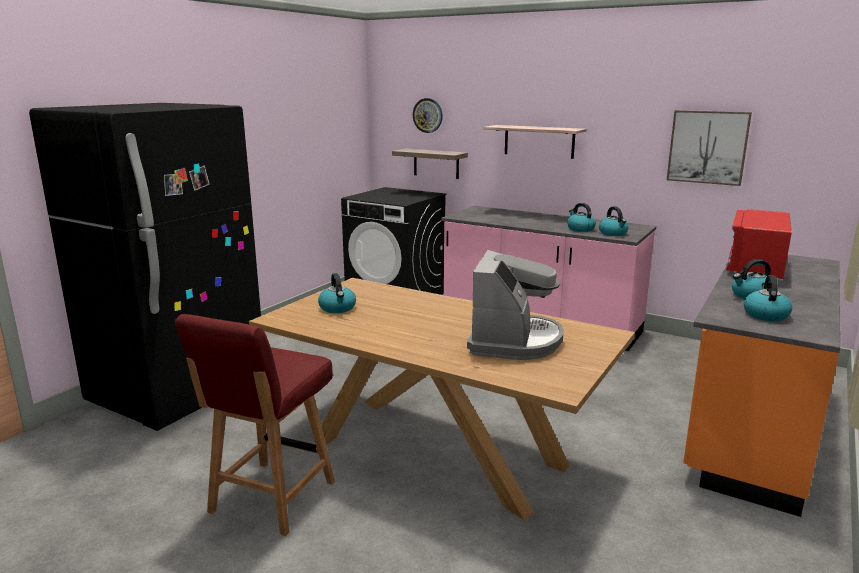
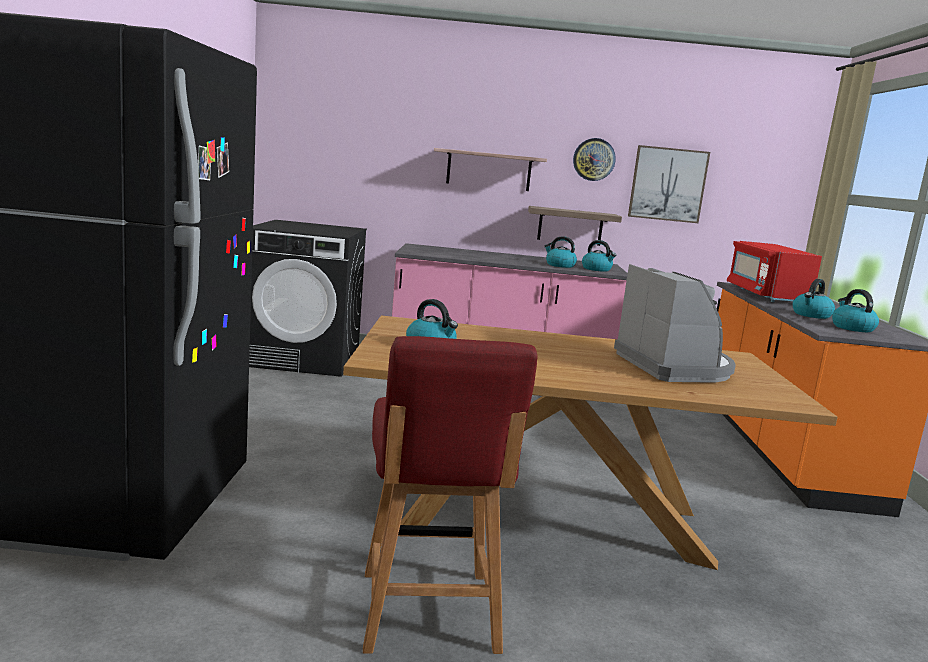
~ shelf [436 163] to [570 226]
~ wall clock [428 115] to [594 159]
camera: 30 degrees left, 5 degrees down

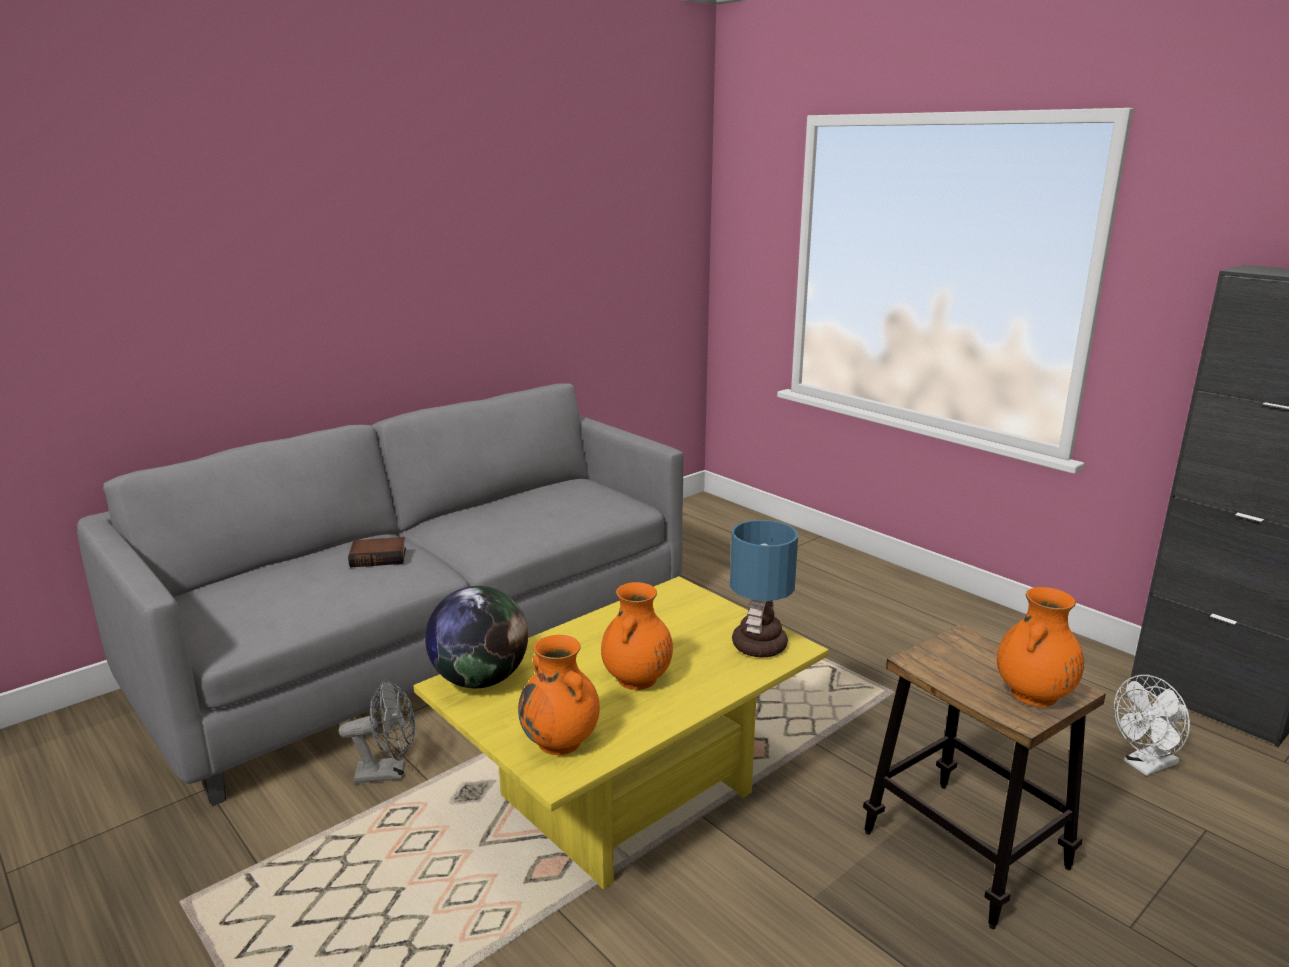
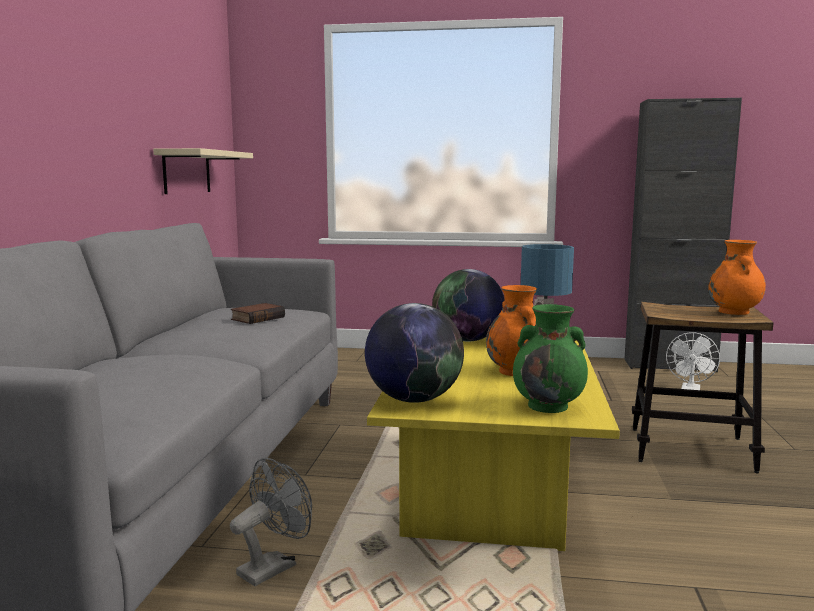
~ book [379 557] to [257 318]
~ orange vase [561 742] to green vase [549 406]
+ beige shelf [187 172]
+ globe [467 340]
camera: 40 degrees left, 10 degrees down

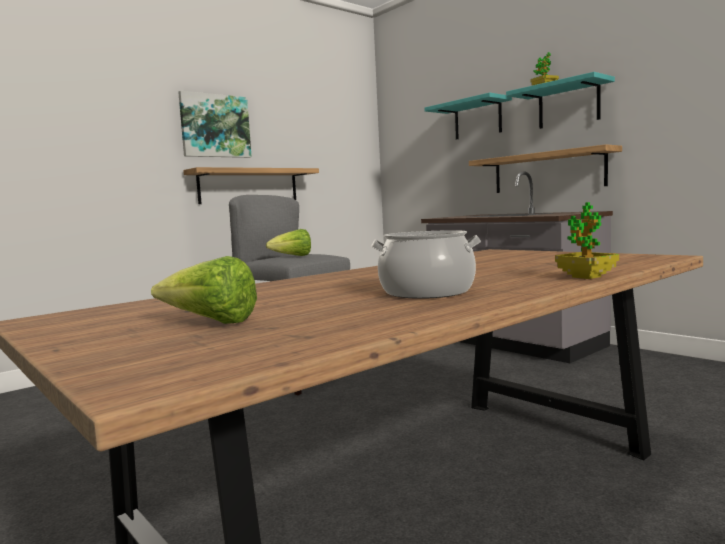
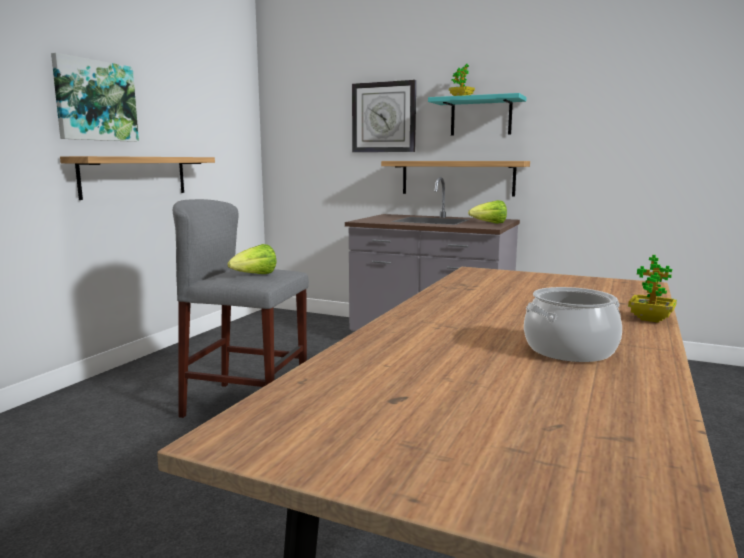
~ lettuce [211 323] to [489 223]
~ turquoise shelf [477 119] to wall clock [384 117]
camera: 25 degrees left, 5 degrees up

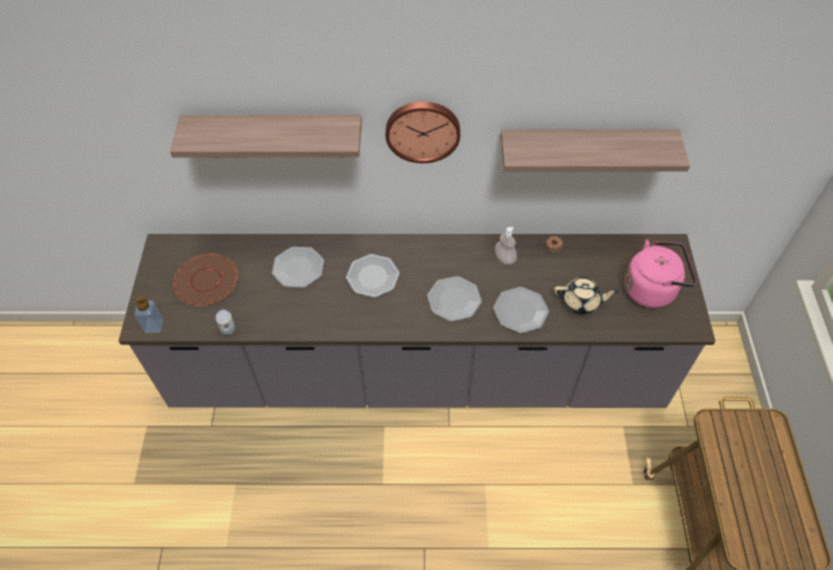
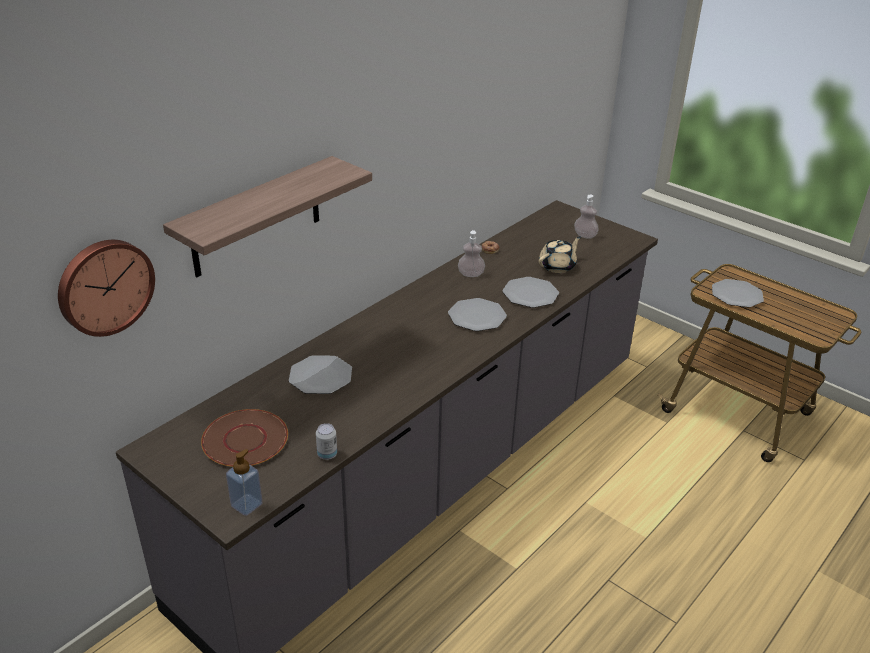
~ plate [373 276] to [736 294]
~ wall clock [422 130] to [104 286]
- shelf [585 149]
~ pink kettle [652 289] to soap dispenser [585 235]
camera: 50 degrees left, 20 degrees down

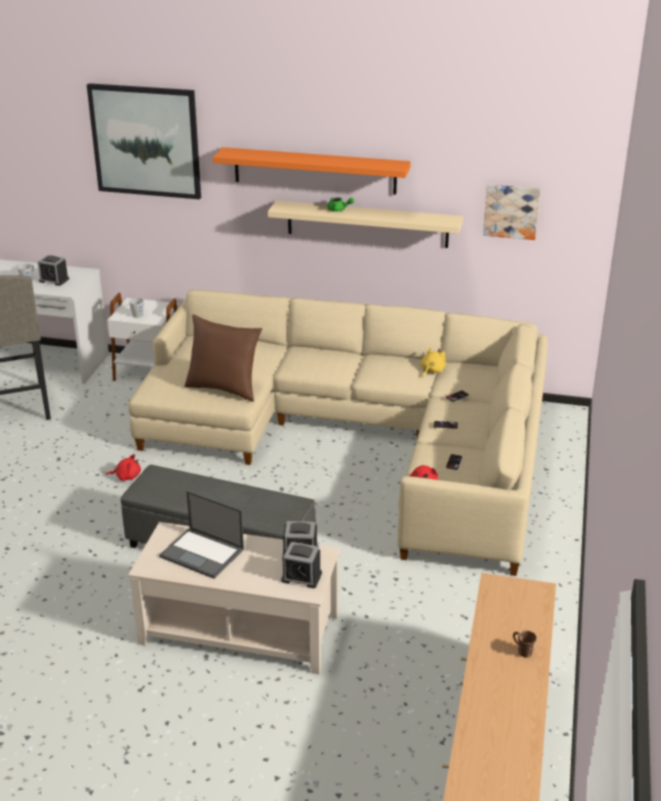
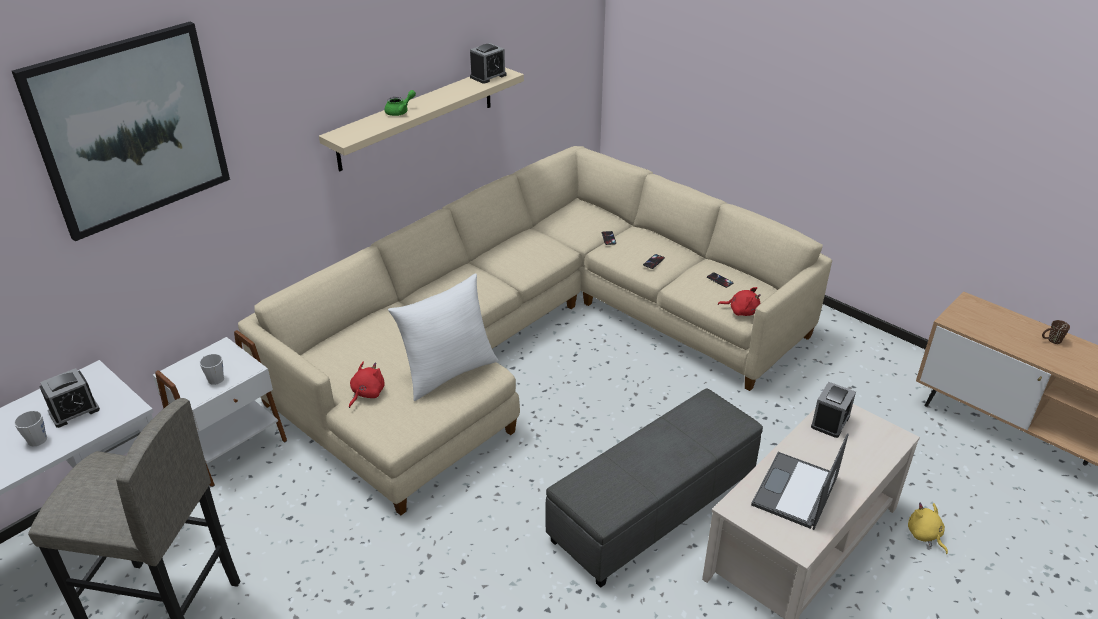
~ red plush toy [126 476] to [366 393]
~ laptop [203 553] = [795 491] 150 degrees clockwise
~ brown pillow [224 388] to white pillow [448 372]
- orange shelf [314 170]
~ alarm clock [301 577] to [488 76]
~ yellow plush toy [432 371] to [925 535]
- picture [511 211]
camera: 60 degrees left, 5 degrees up

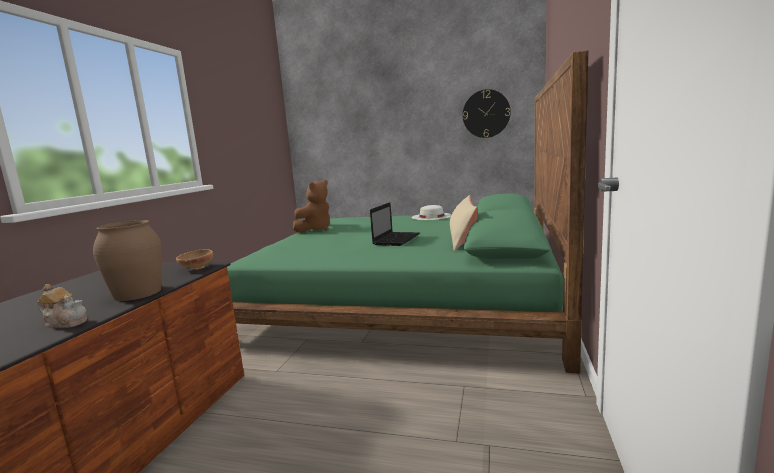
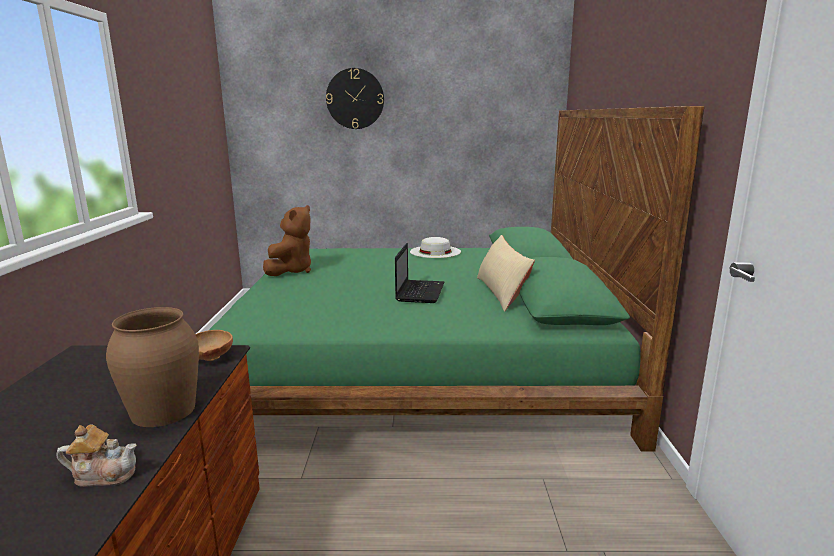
~ wall clock [486 114] to [355 99]
camera: 15 degrees left, 5 degrees up

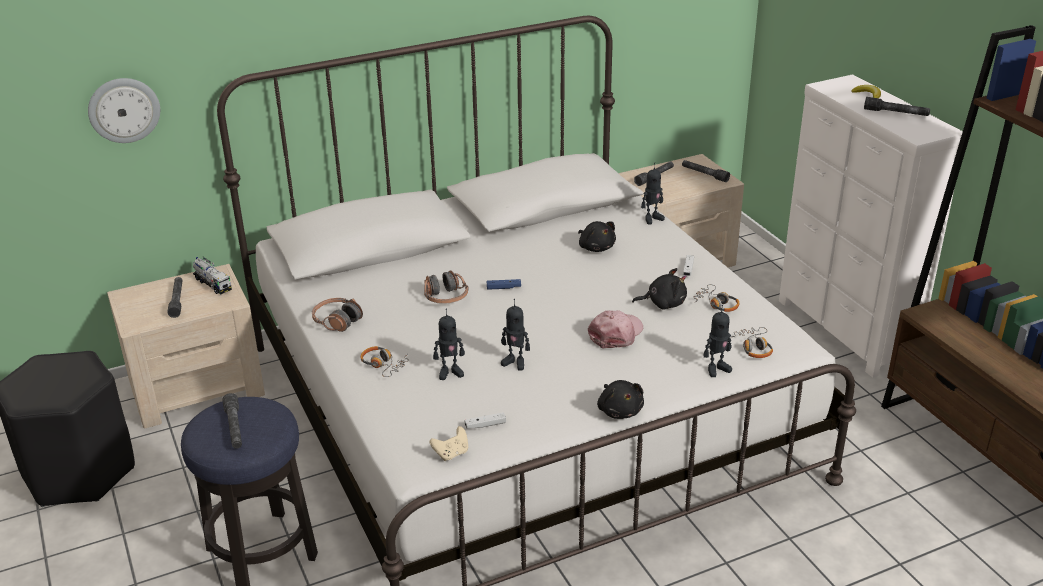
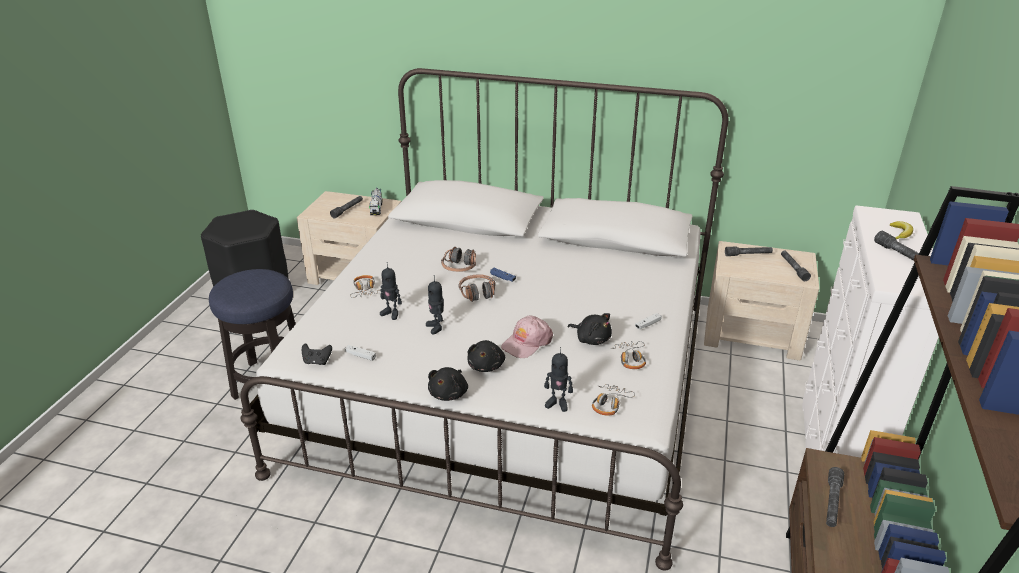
- wall clock [124 110]
~ grey flashlight [234 427] to [832 502]
~ headphones [337 321] to [477 293]
~ beige game controller [451 454] to black game controller [317 361]
~ black plush toy [596 247] to [486 365]
~ pink cap [616 334] = [527 342] 150 degrees clockwise
- toy robot [652 219]
camera: 40 degrees right, 0 degrees up

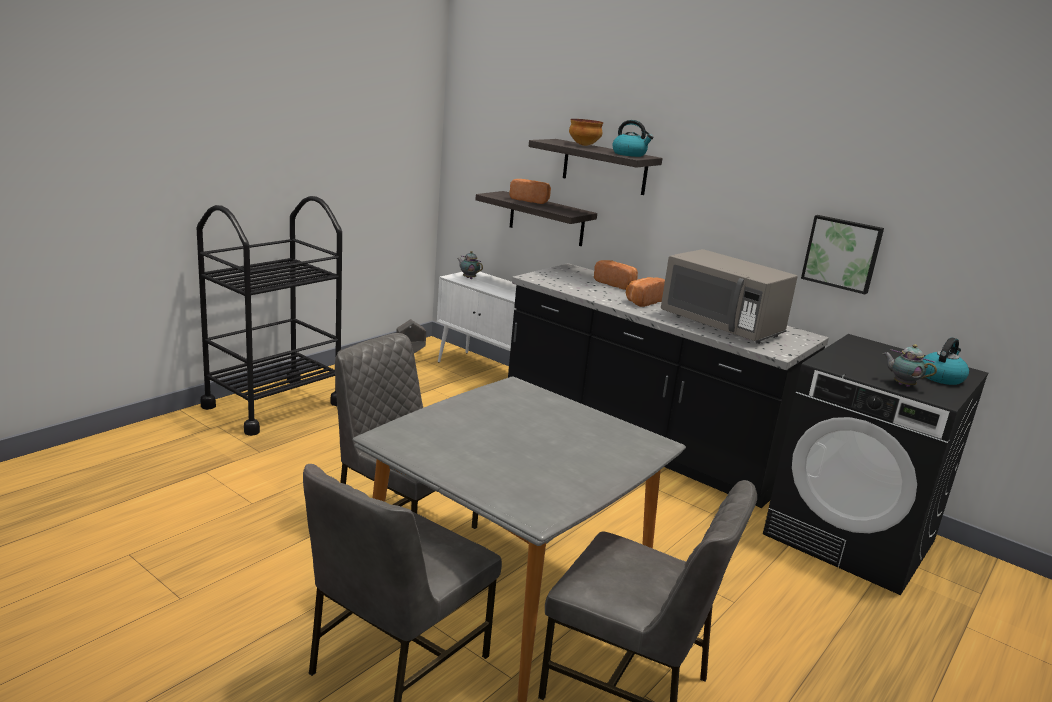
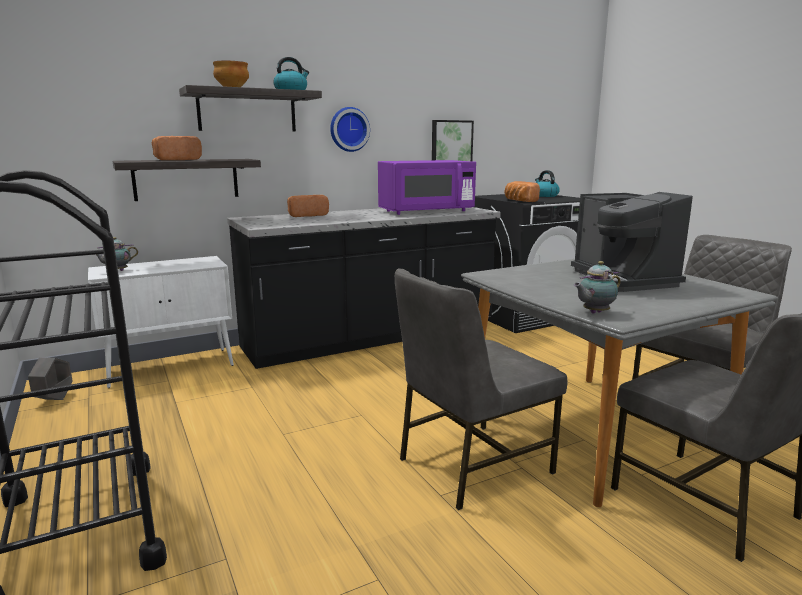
~ bread [642 301] to [519 201]
~ grey microwave [721 326] to purple microwave [426 211]
~ teapot [902 385] to [594 313]
+ wall clock [348 129]
+ coffee machine [622 280]
camera: 65 degrees left, 5 degrees down

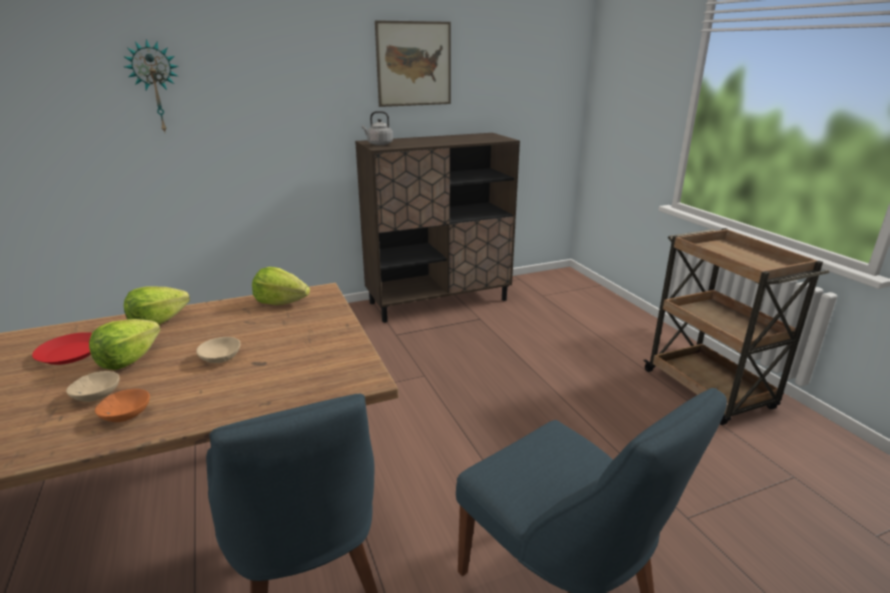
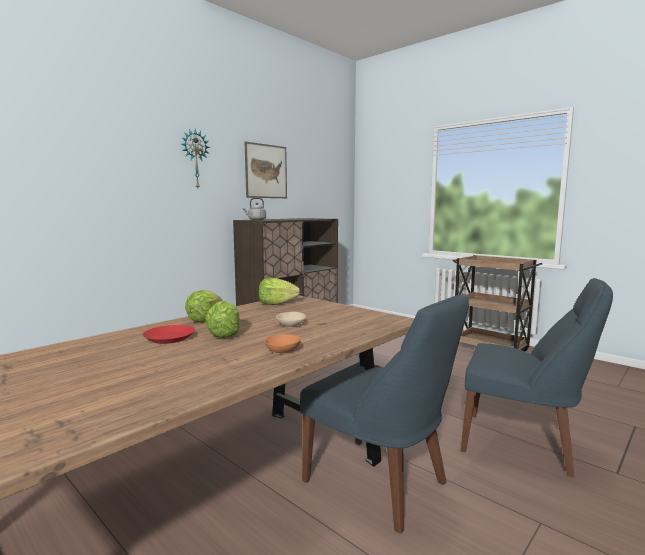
- beige bowl [97 395]
~ wall clock [156 87] to [195 159]
camera: 25 degrees left, 15 degrees down

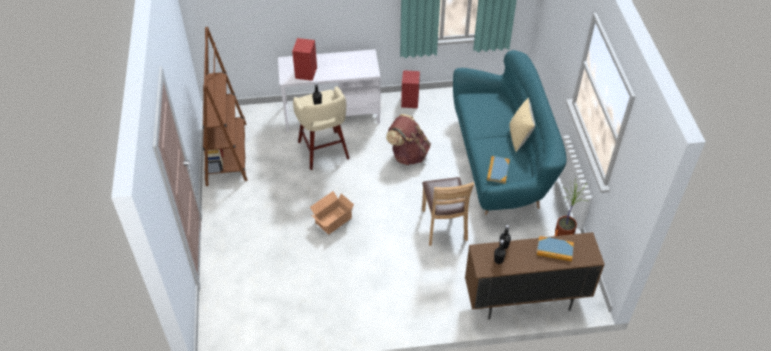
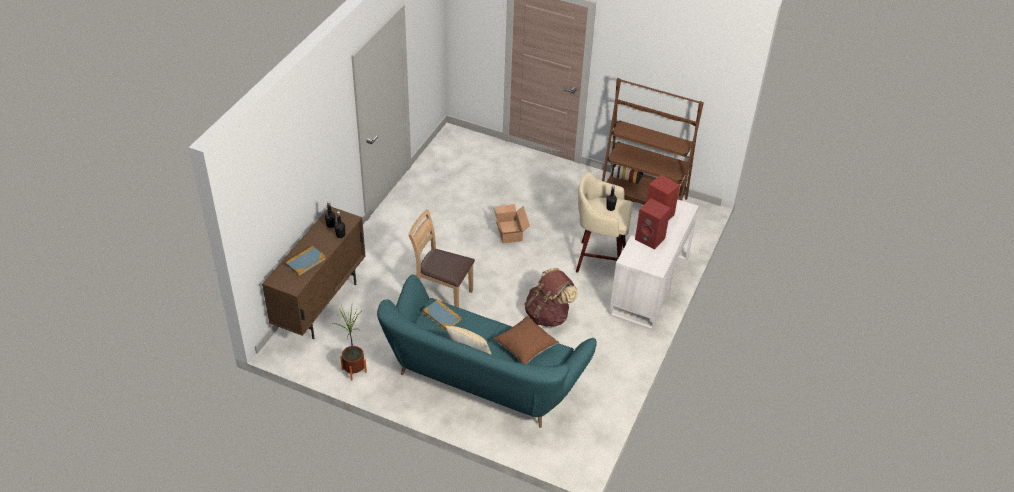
~ red speaker [409 101] to [651 238]
+ brown pillow [525 347]
camera: 120 degrees right, 5 degrees down

